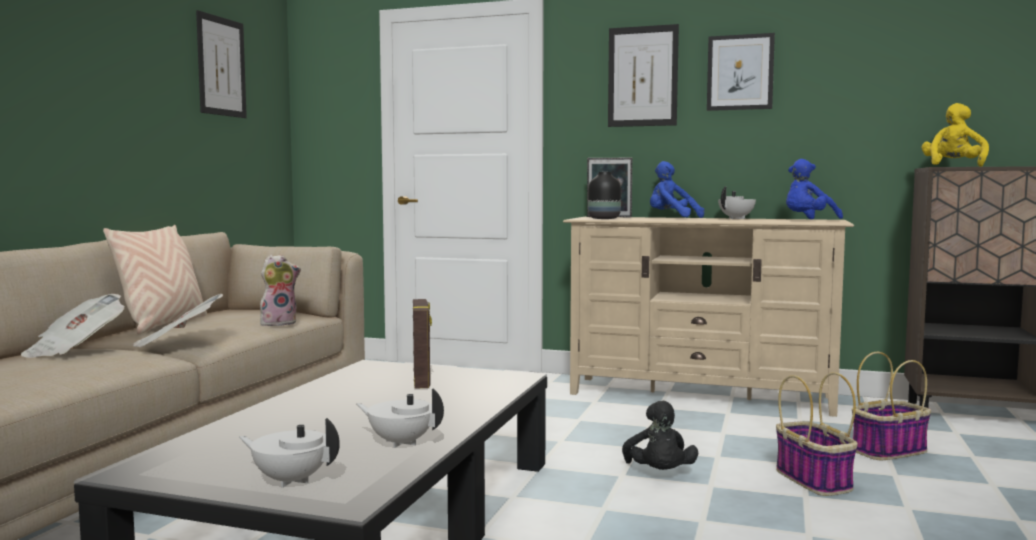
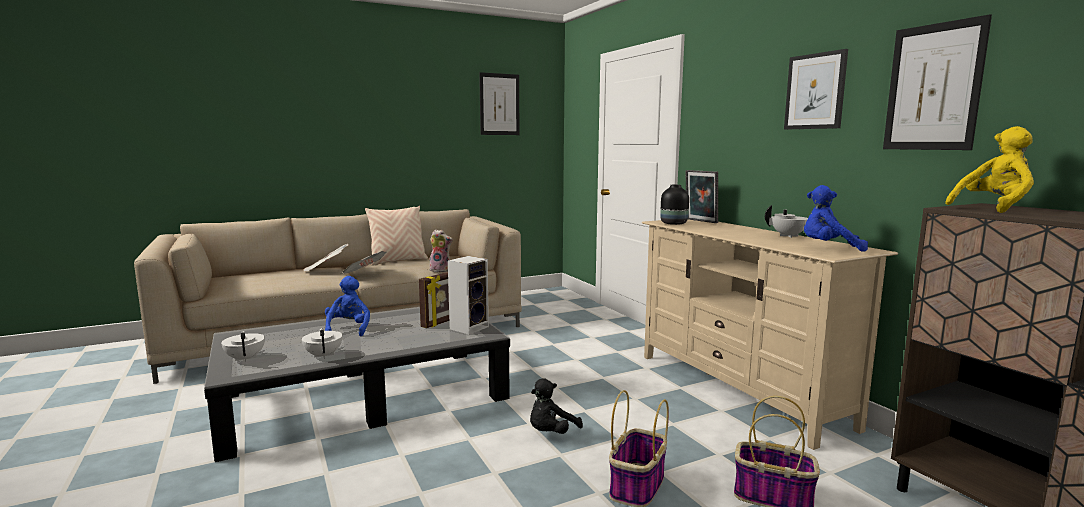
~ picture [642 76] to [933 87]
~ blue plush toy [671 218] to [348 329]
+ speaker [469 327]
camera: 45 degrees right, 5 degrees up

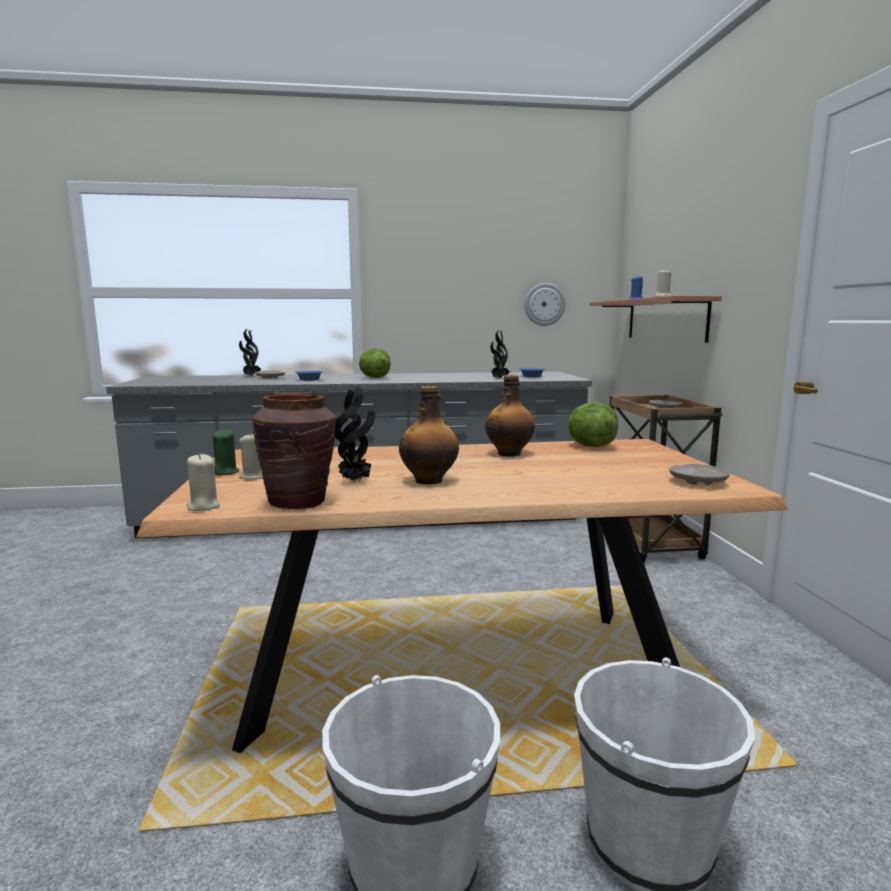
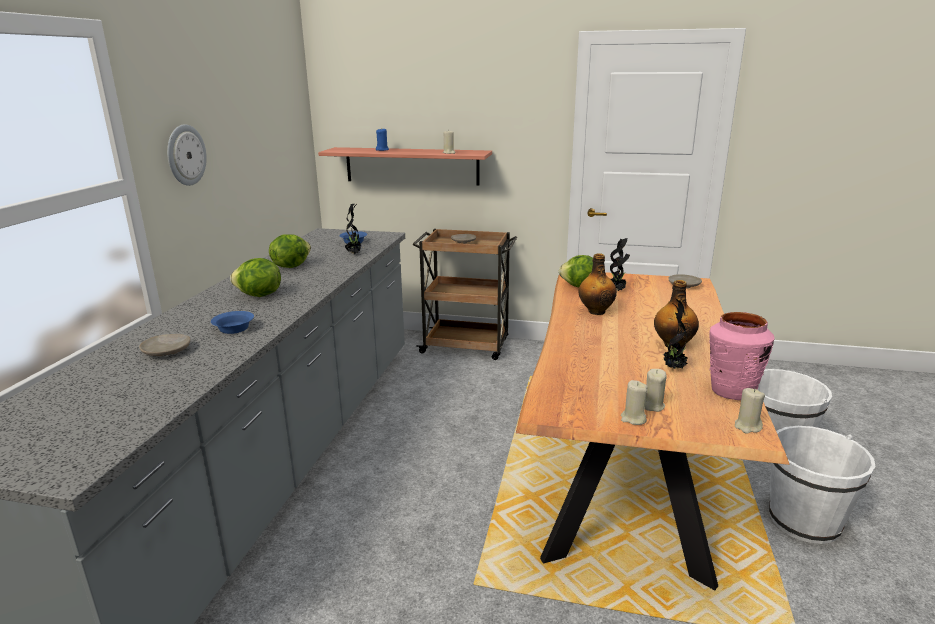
~ green candle [225 472] to beige candle [633 419]
~ potted plant [250 376] to [617 290]
~ brown vase [298 502] to pink vase [731 391]
~ wall clock [544 304] to [185 155]
+ lettuce [290 266]
camera: 70 degrees left, 10 degrees up

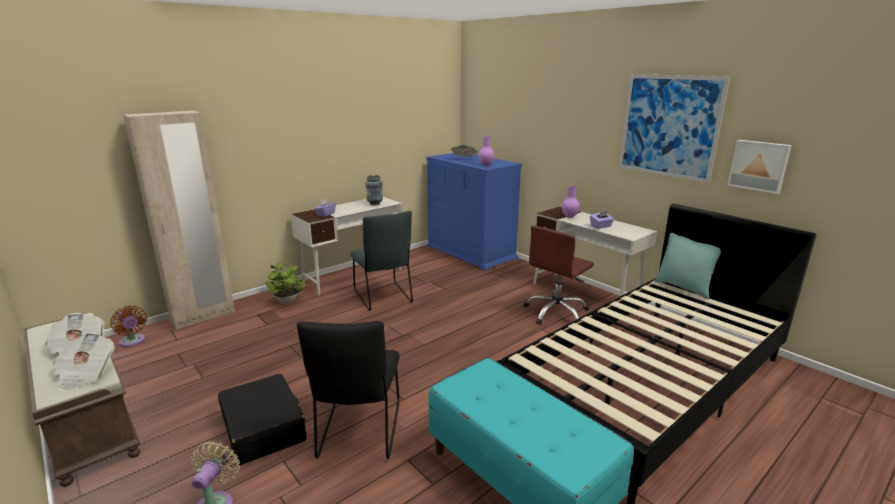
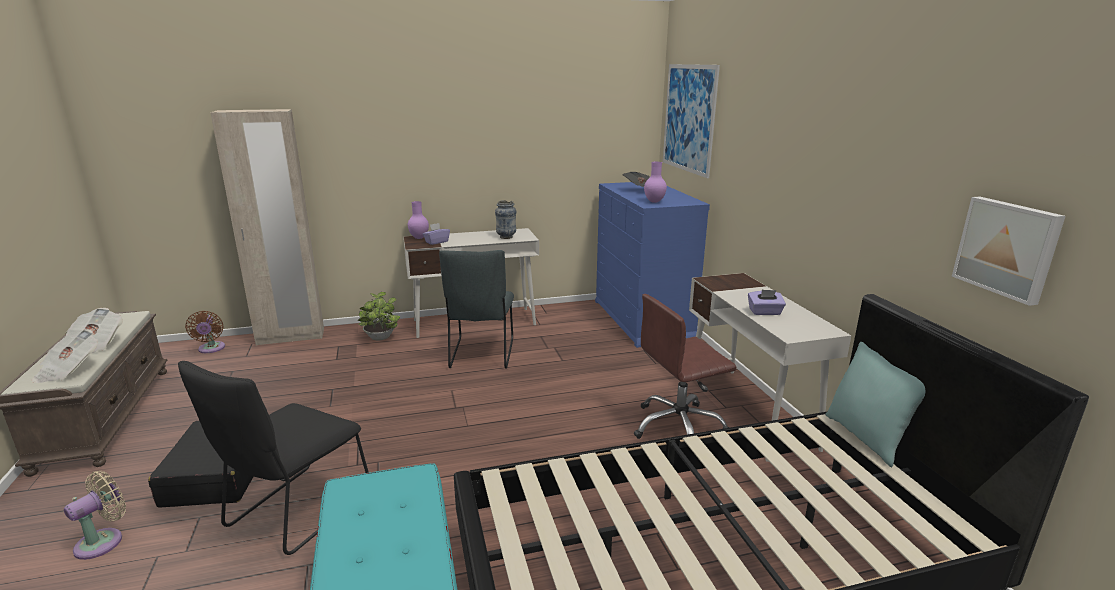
~ purple vase [569 217] to [419 238]
~ picture [669 126] to [689 118]
camera: 25 degrees right, 0 degrees up

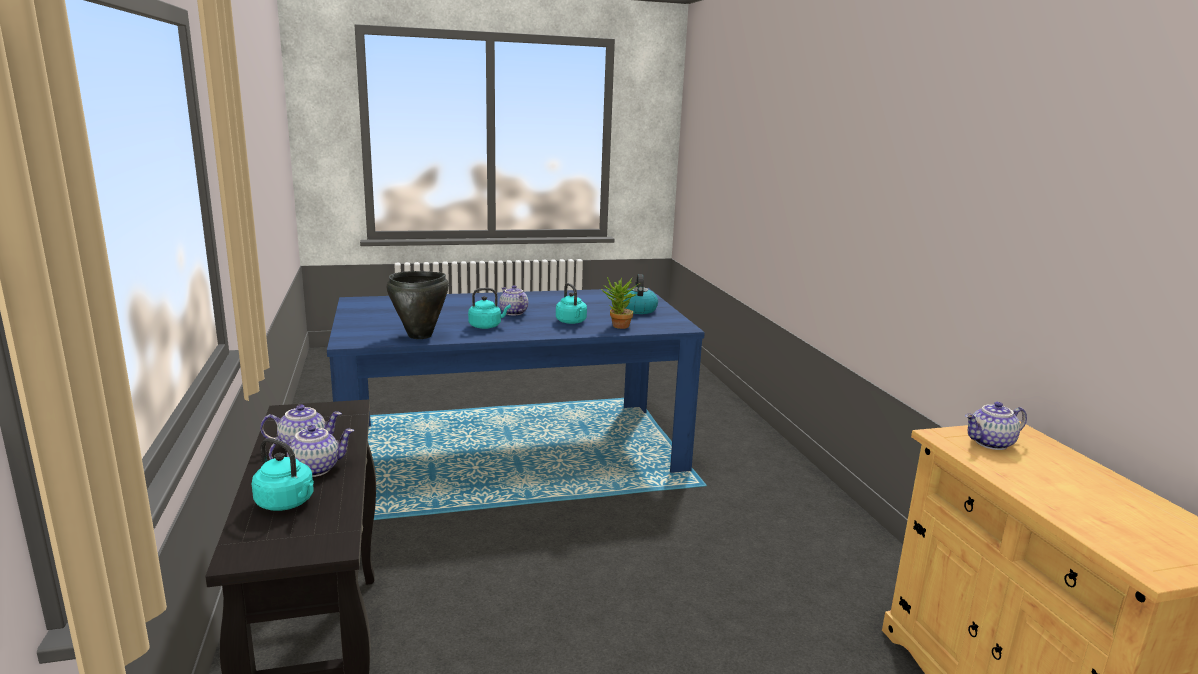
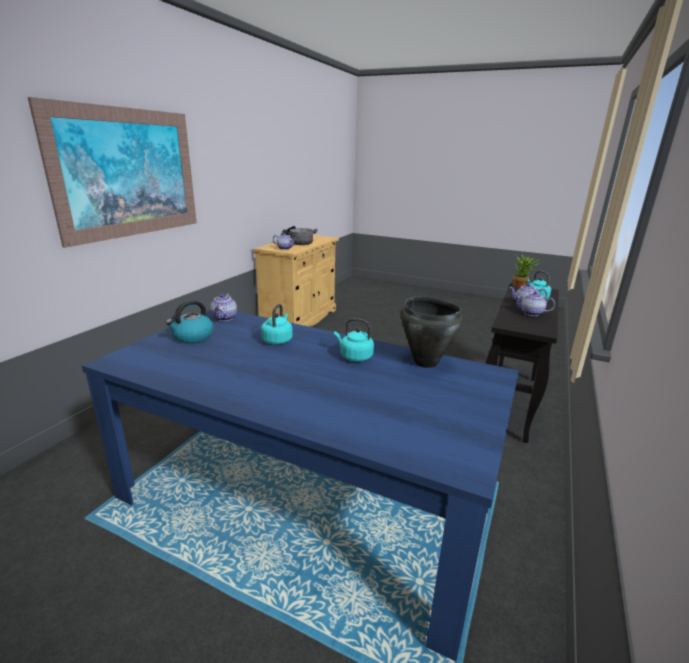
~ teapot [513 313] to [225 318]
~ potted plant [618 327] to [521 286]
+ picture [129 173]
+ cooking pot [296 242]
camera: 140 degrees left, 5 degrees up

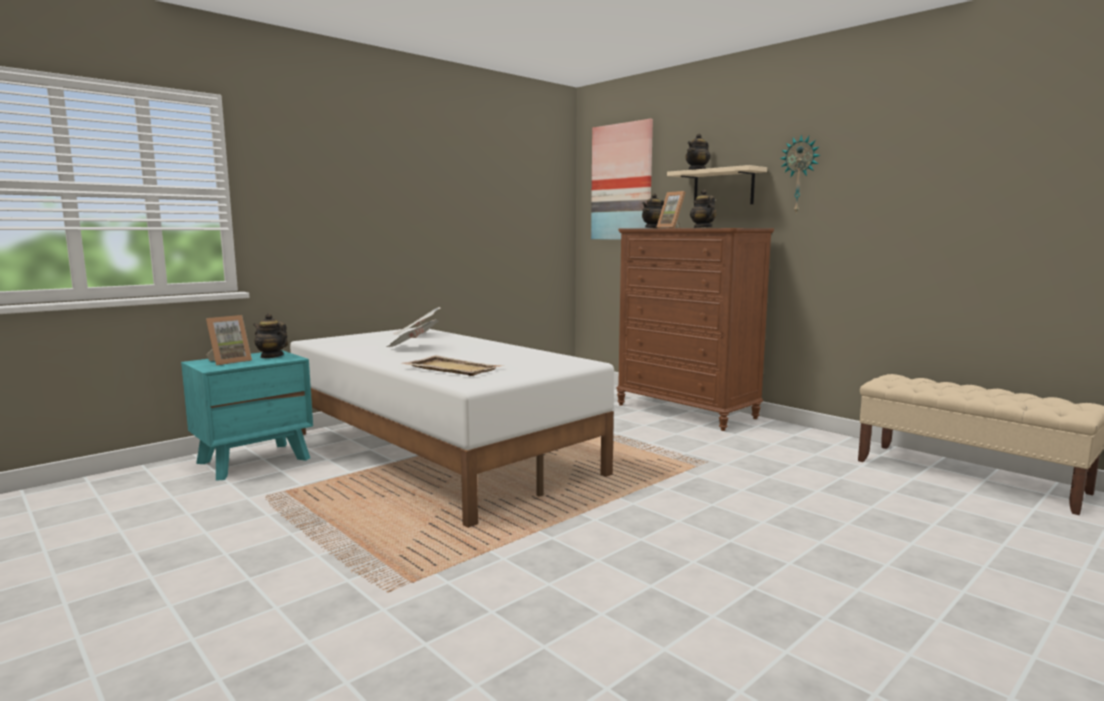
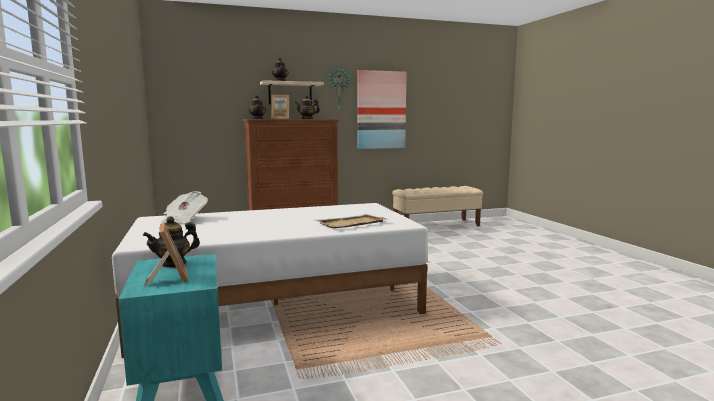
- newspaper [413 348]
~ picture [622 182] to [381 110]
camera: 65 degrees left, 0 degrees up

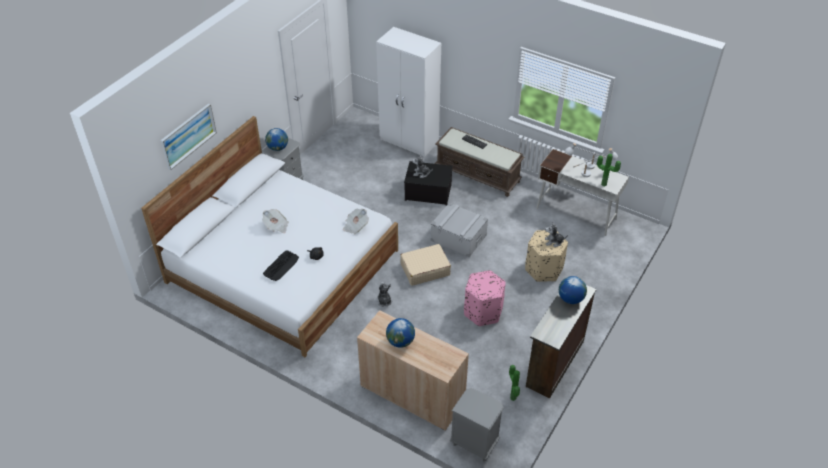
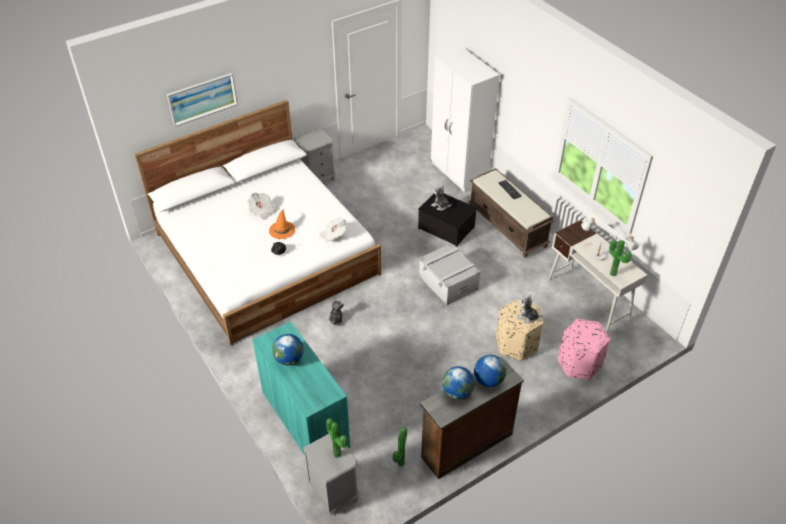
- keyboard [281 266]
~ globe [278 148] to [457 392]
~ beige cabinet [412 394] to turquoise cabinet [305 419]
- beige suitcase [425 269]
~ pink ottoman [483 312] to [579 363]
+ orange hat [282 229]
+ potted plant [338 453]
camera: 25 degrees right, 0 degrees up

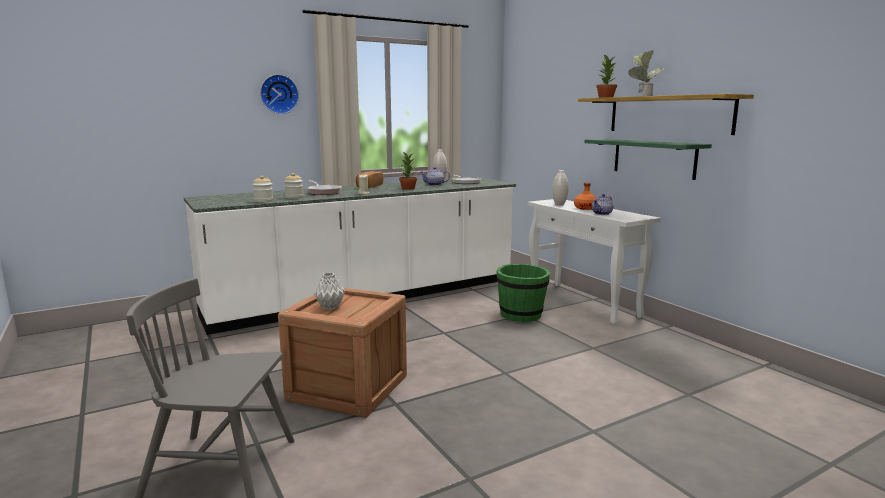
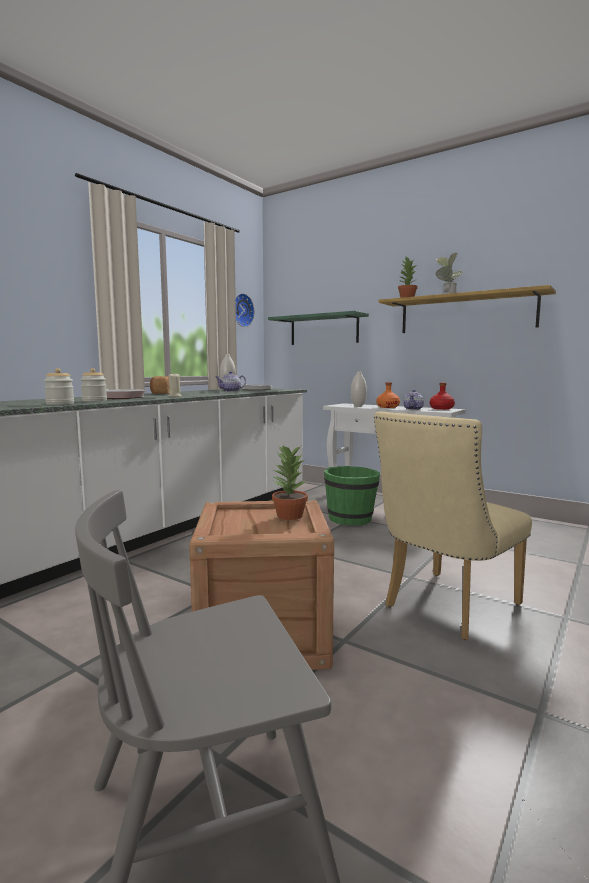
~ wall clock [279 94] to [241 310]
- grey vase [330 307]
~ potted plant [408 188] to [289 516]
~ green shelf [653 158] to [324 330]
+ beige chair [444 607]
+ red bottle [442 408]
camera: 25 degrees left, 5 degrees down

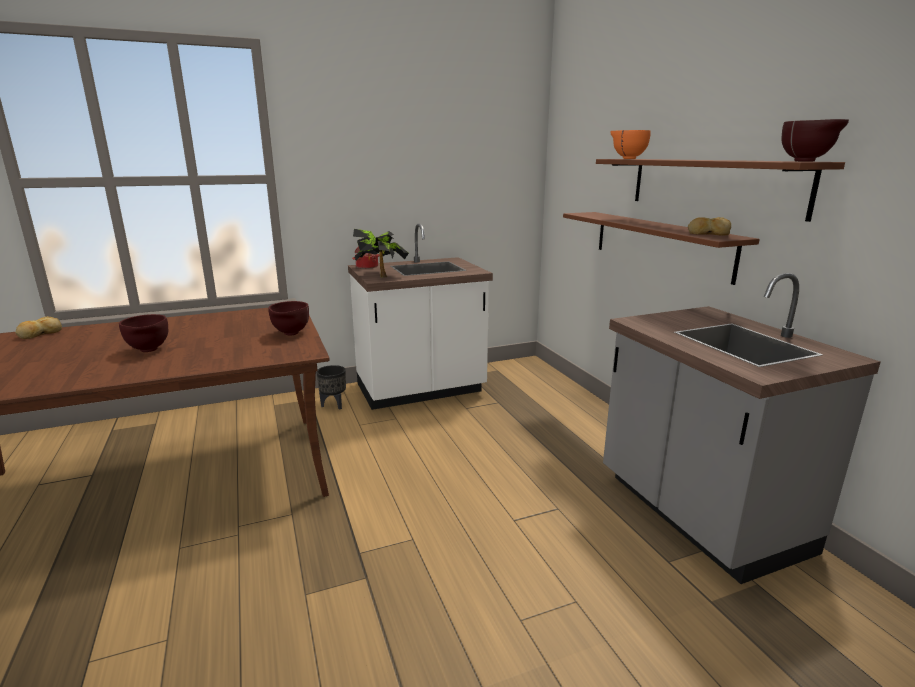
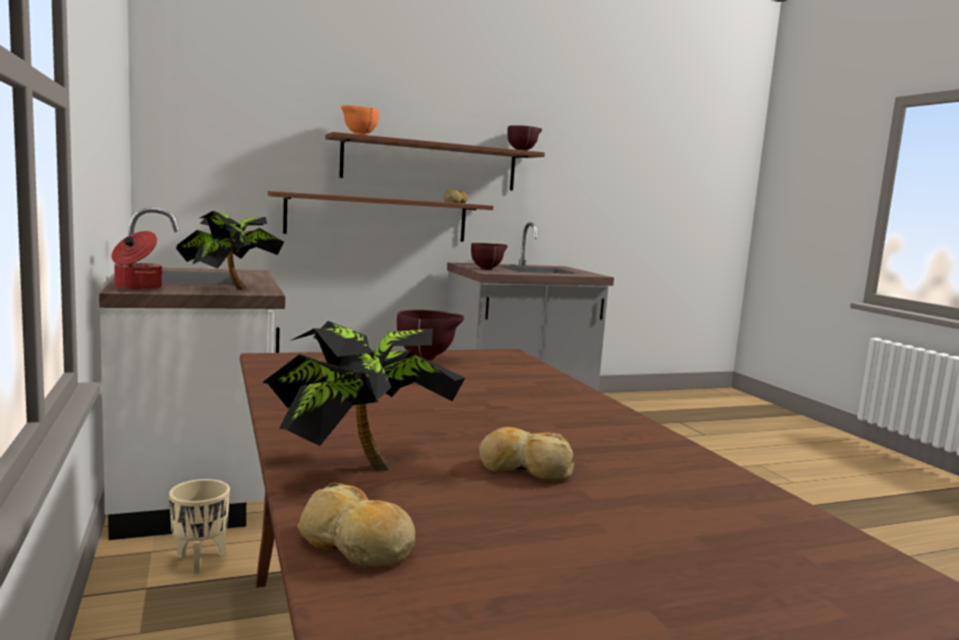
~ brown bowl [149 350] to [488 269]
~ black planter [334 405] to beige planter [200 560]
+ potted plant [357 467]
+ bread [524 469]
camera: 90 degrees left, 10 degrees down

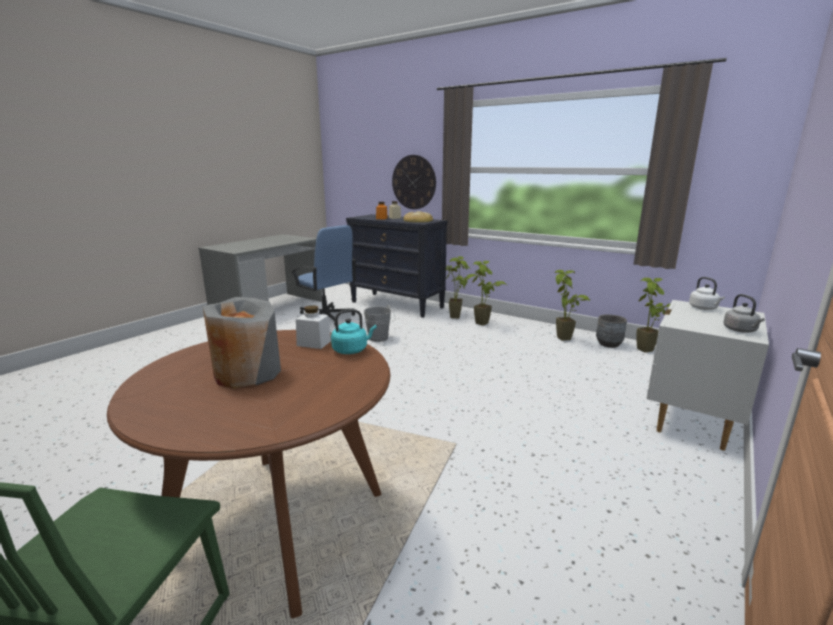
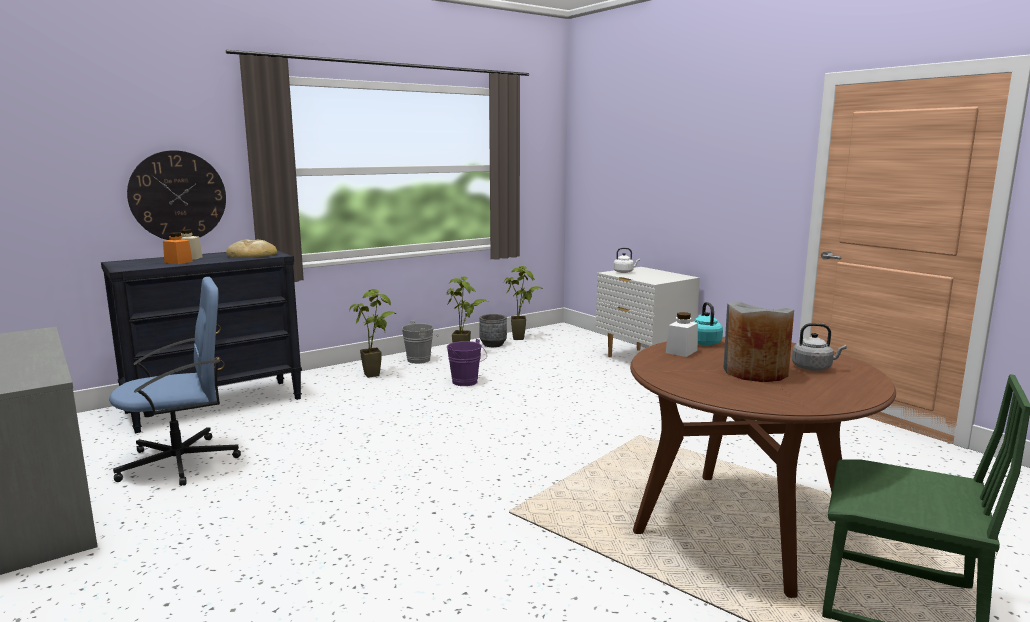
~ grey bucket [379 339] to [421 359]
- potted plant [459 318]
~ grey kettle [741 330] to [814 368]
+ purple bucket [467 382]
camera: 70 degrees left, 5 degrees down

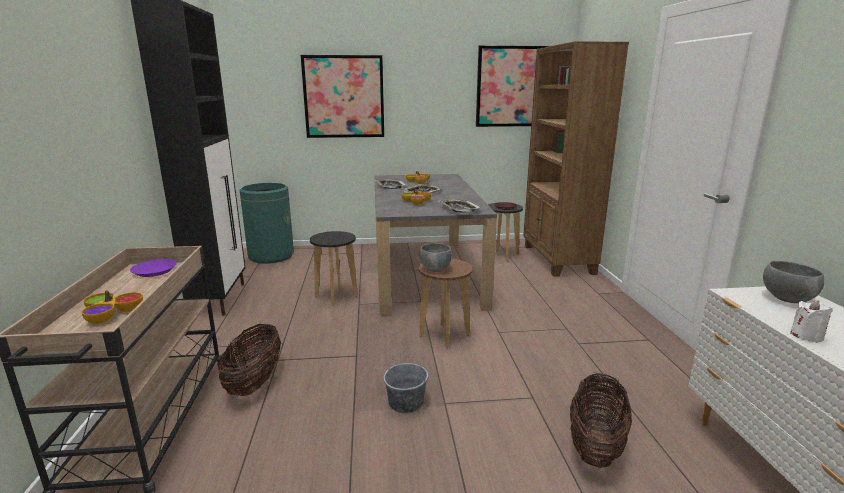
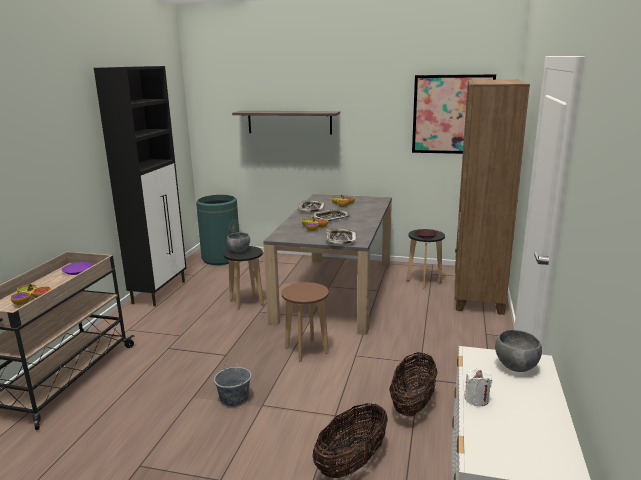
~ basket [254 382] to [412 404]
~ picture [344 97] to shelf [289 122]
~ grey bowl [435 269] to [239 251]
camera: 20 degrees right, 0 degrees up

